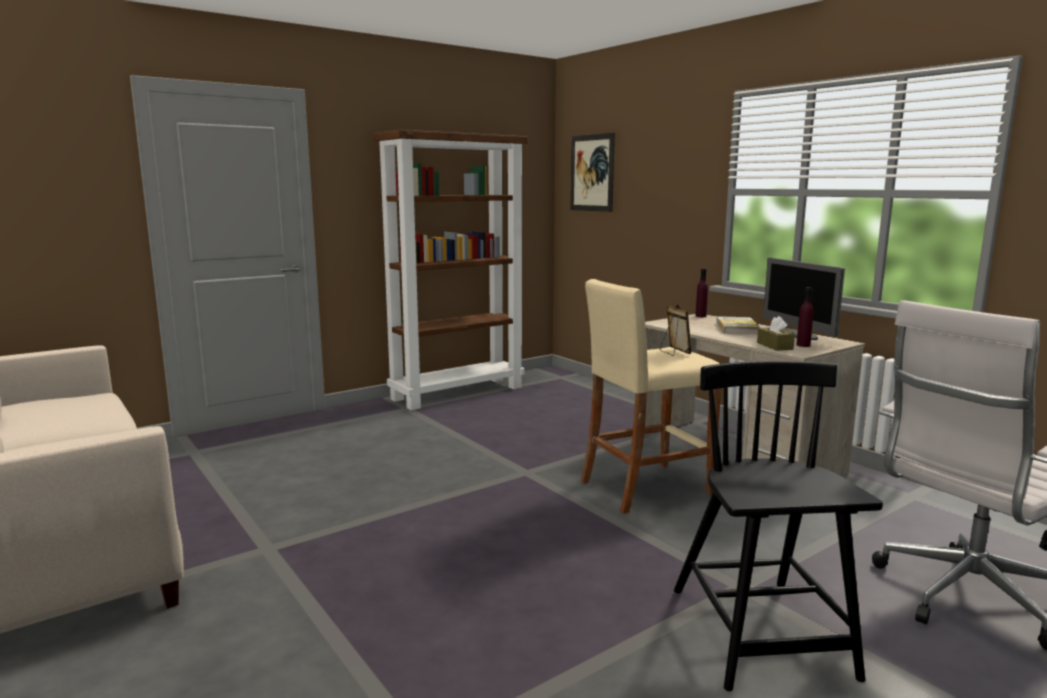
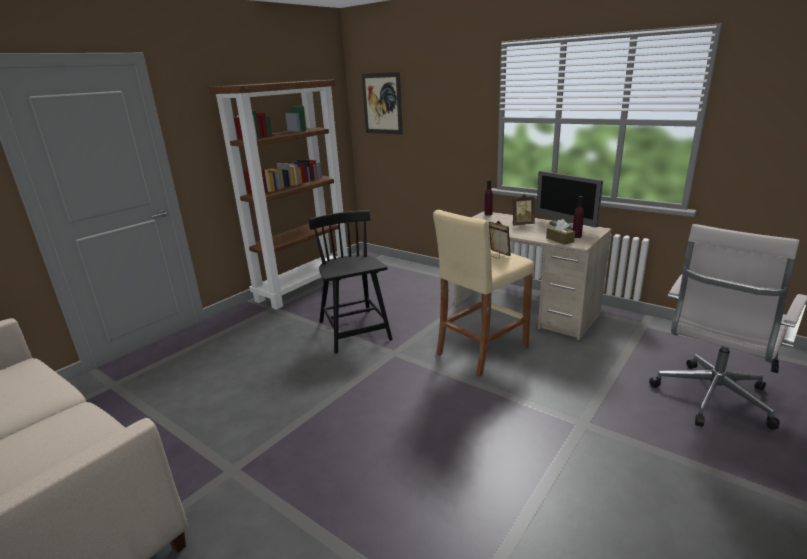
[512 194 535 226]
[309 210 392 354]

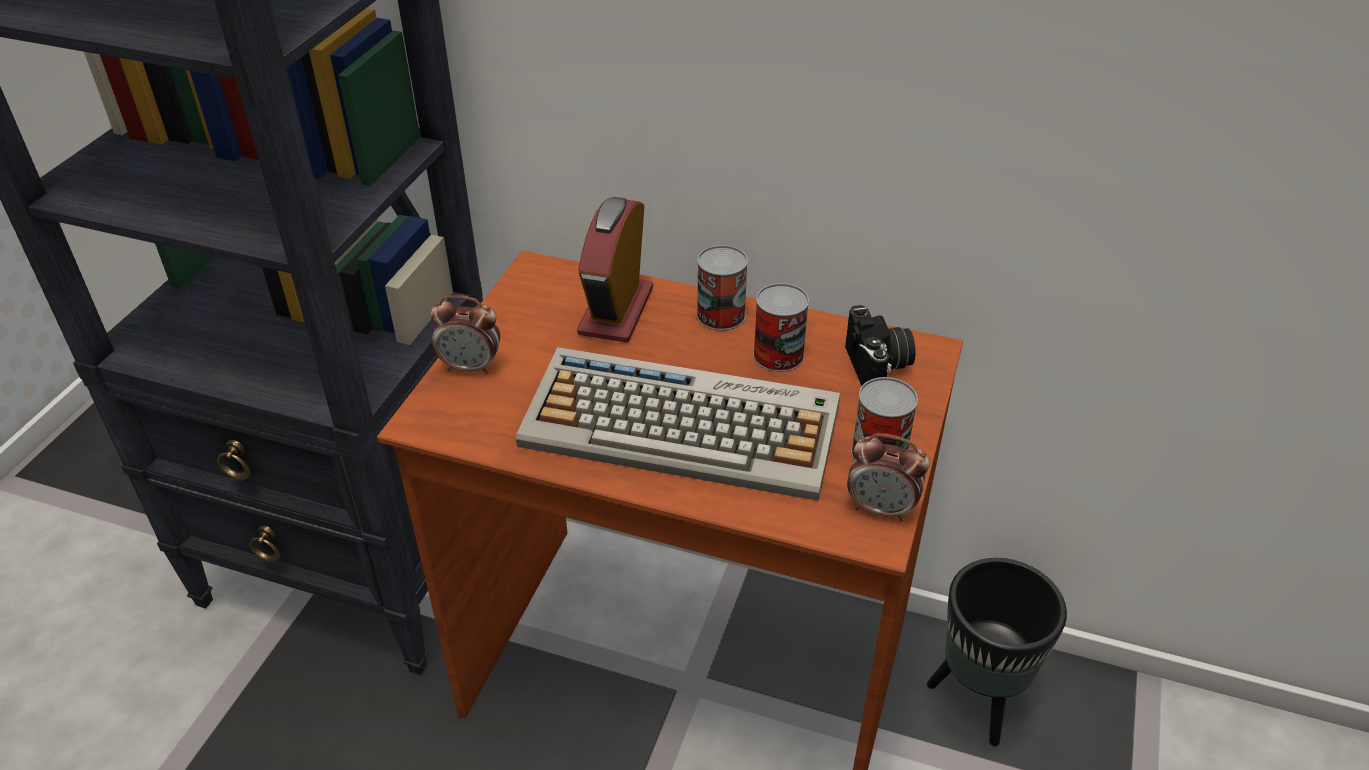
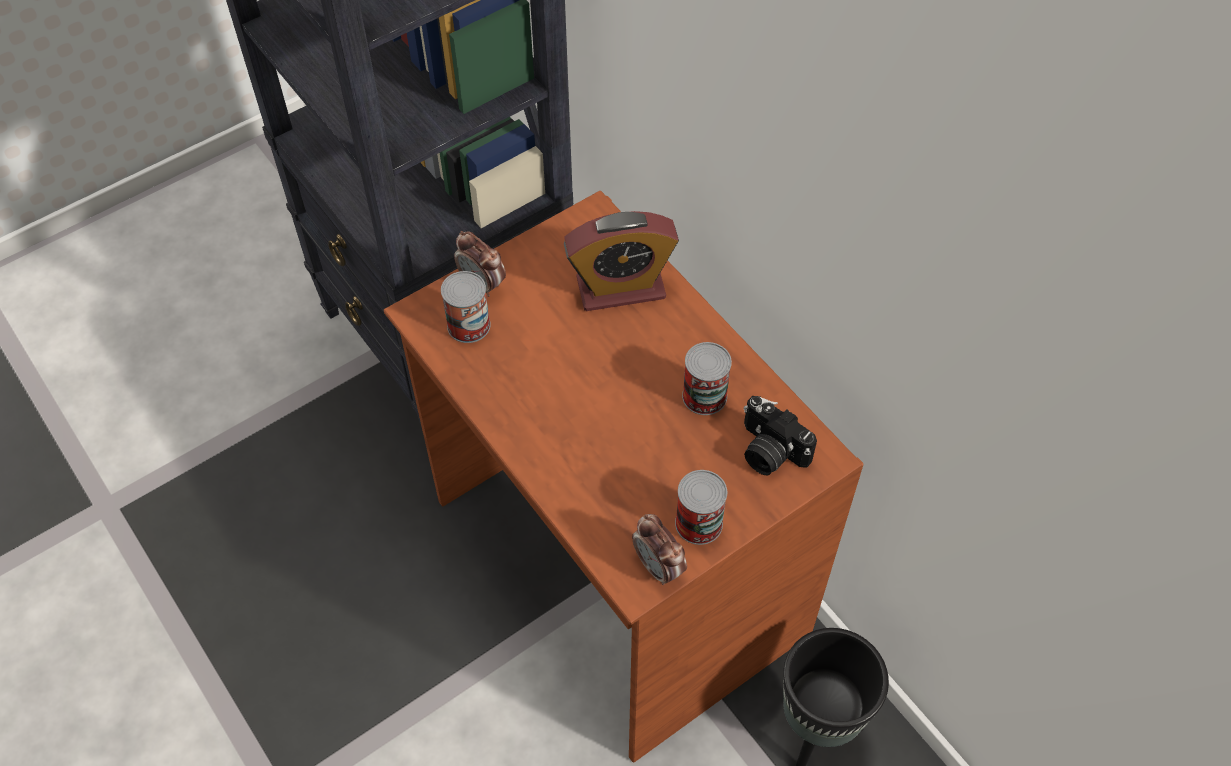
[564 211 679 311]
[441 271 491 343]
[744 396 817 475]
[516 347 840 501] (first image)

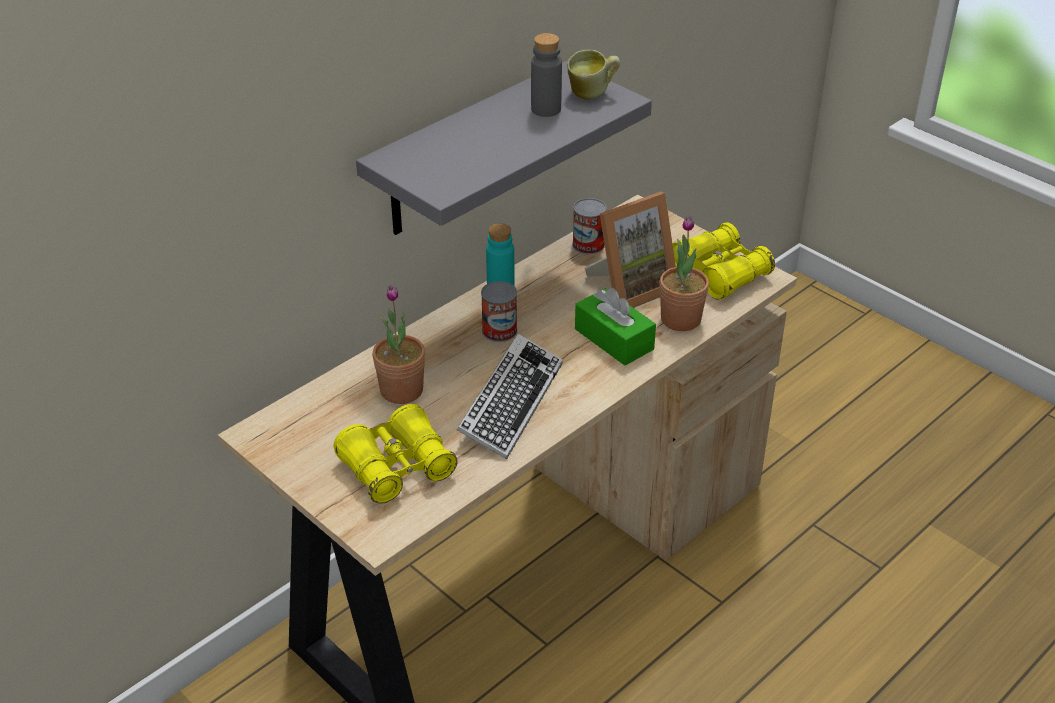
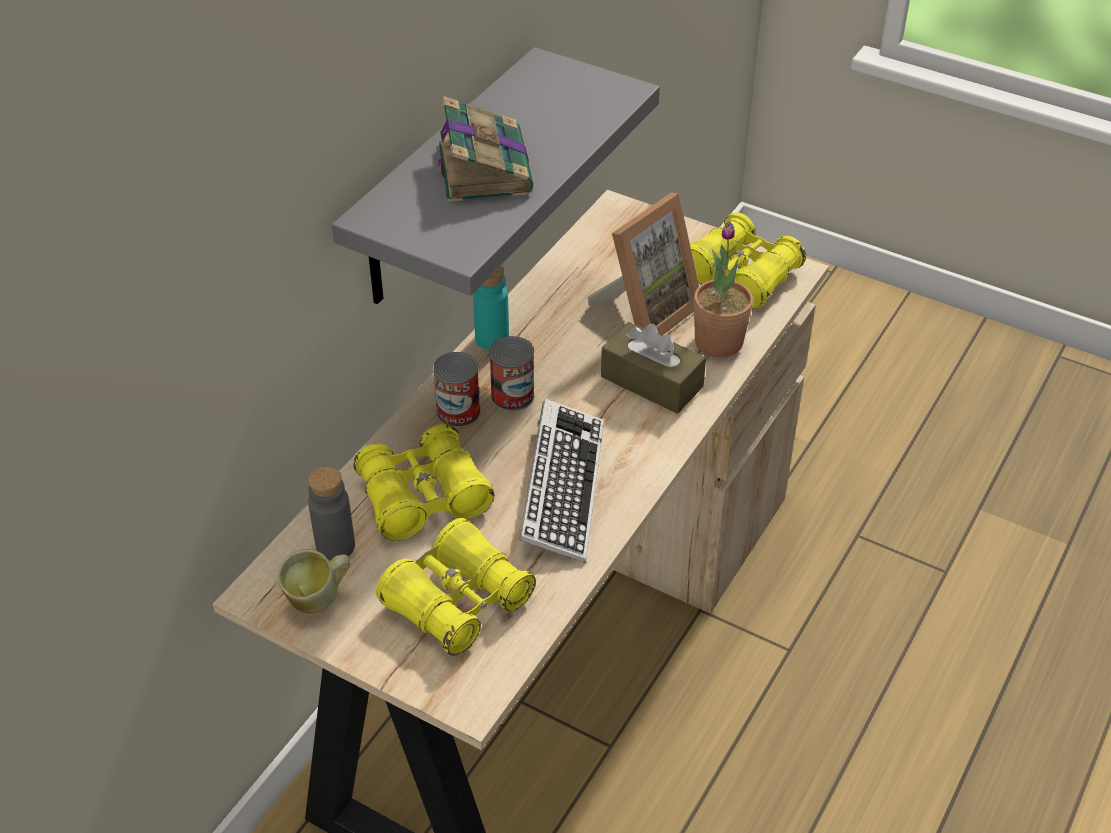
[308 466 355 560]
[278 549 350 614]
[433 352 480 428]
[353 424 494 541]
[601 322 706 414]
[437 96 533 202]

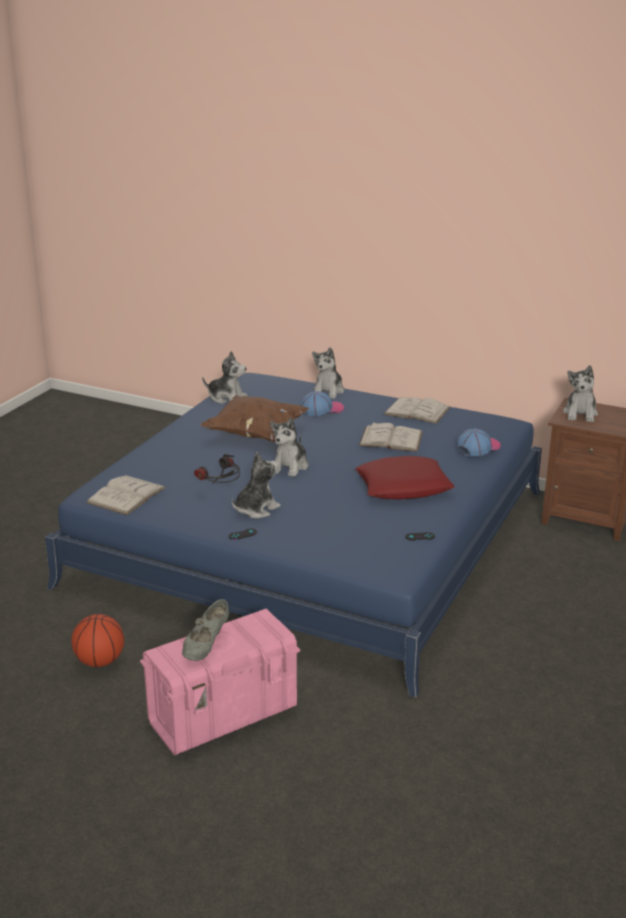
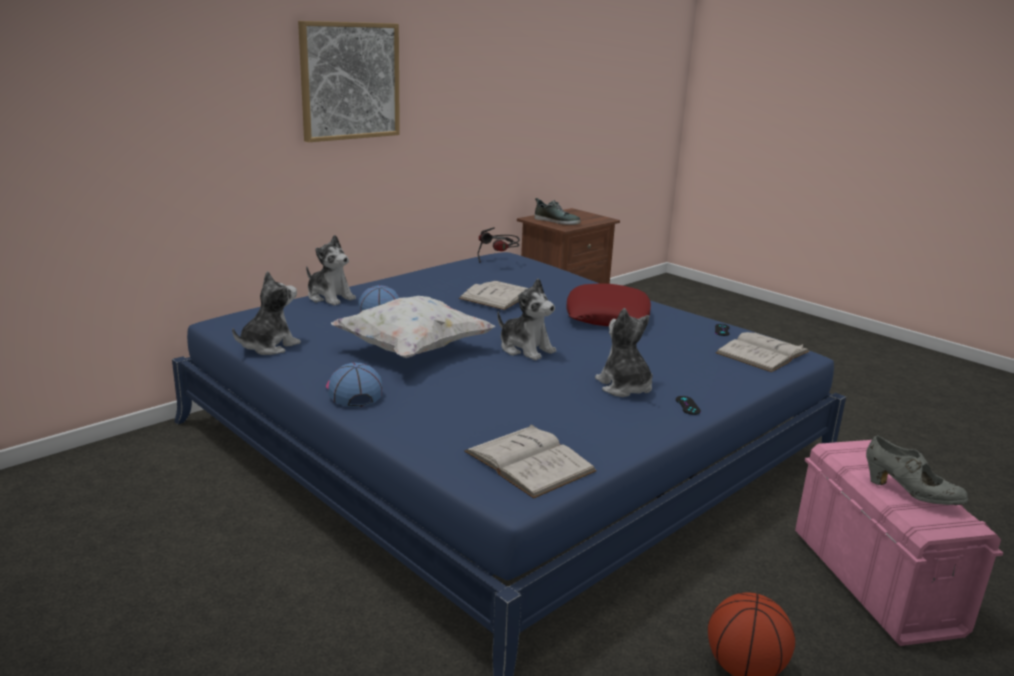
[534 198 581 225]
[331 296 495 358]
[716 332 810 372]
[326 362 382 407]
[478 227 520 263]
[298 21 400 142]

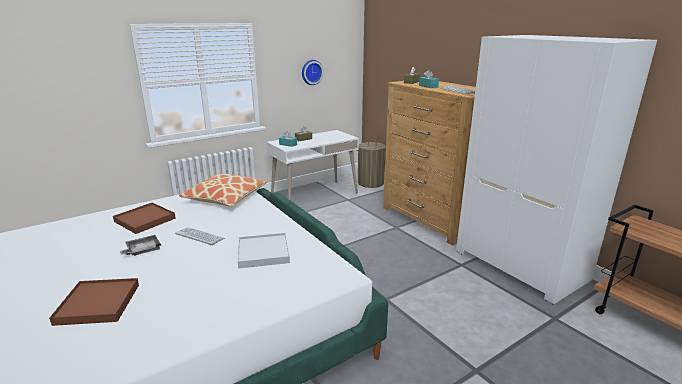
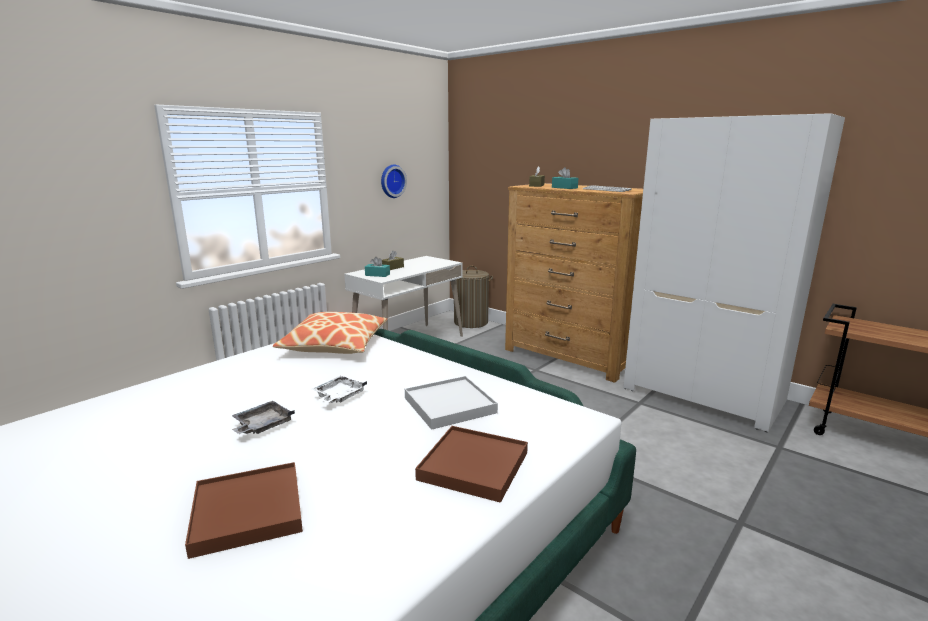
[415 426 528 503]
[312 376 367 403]

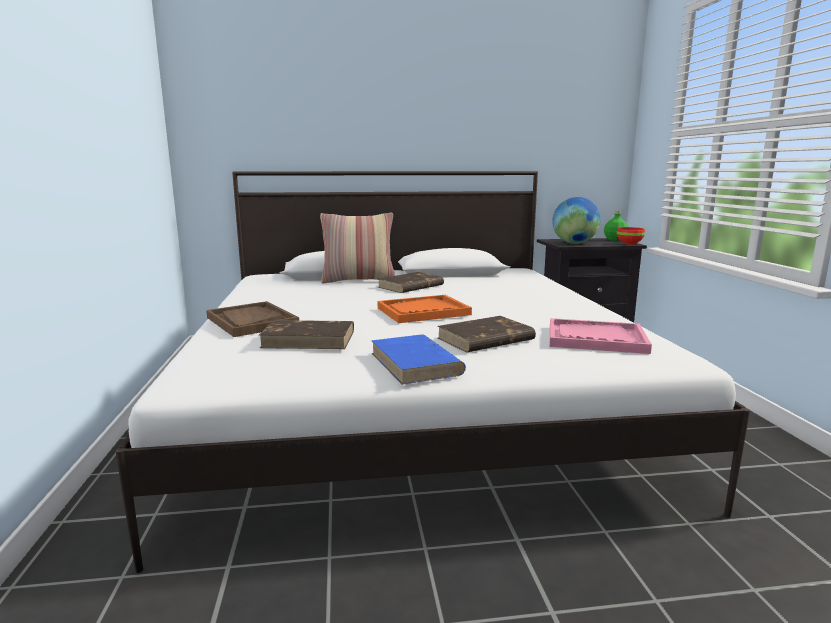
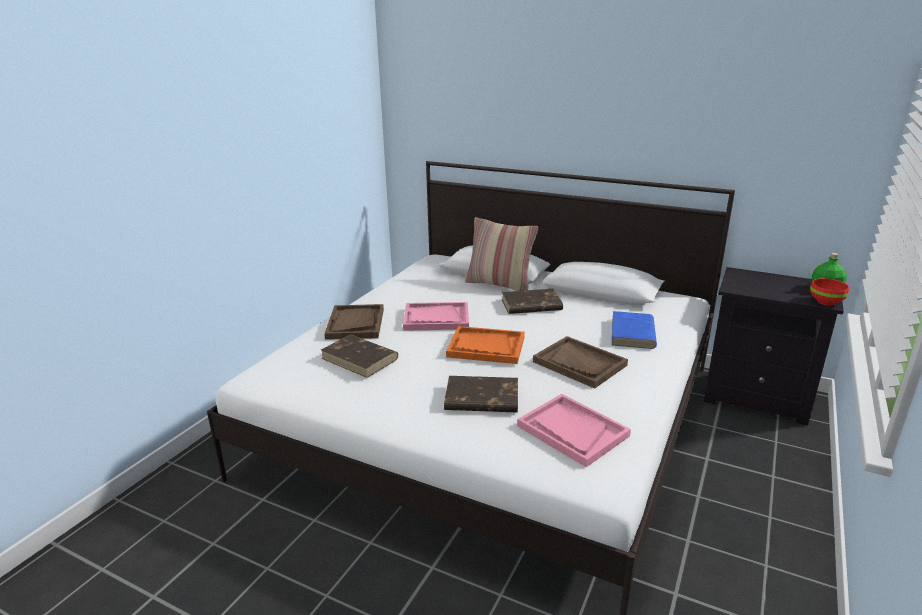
[552 197 601 244] (first image)
[612 311 657 349]
[403 302 469 331]
[533 336 628 389]

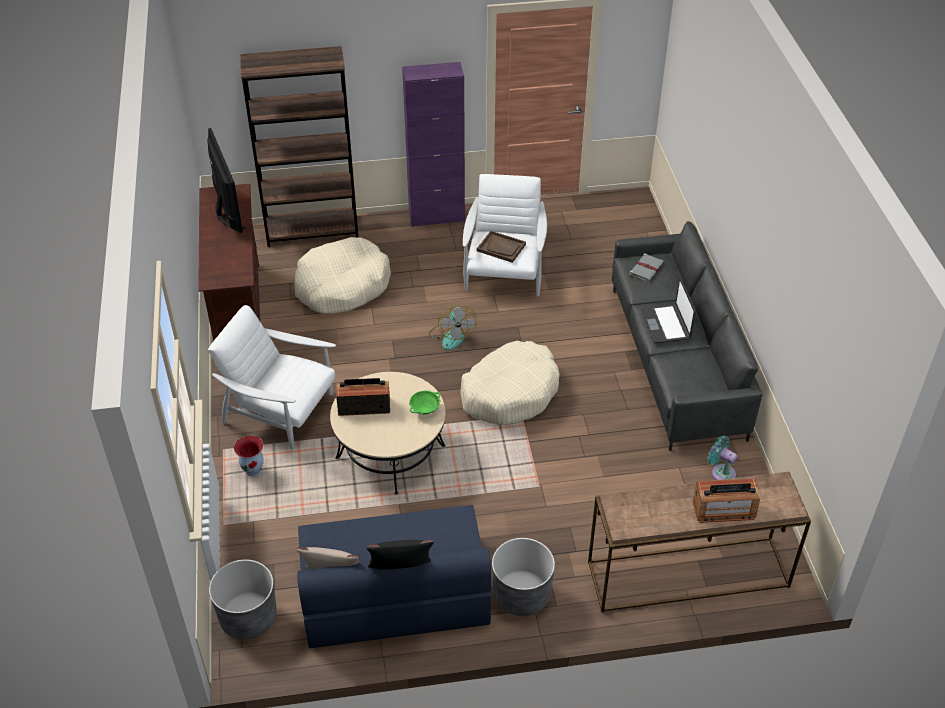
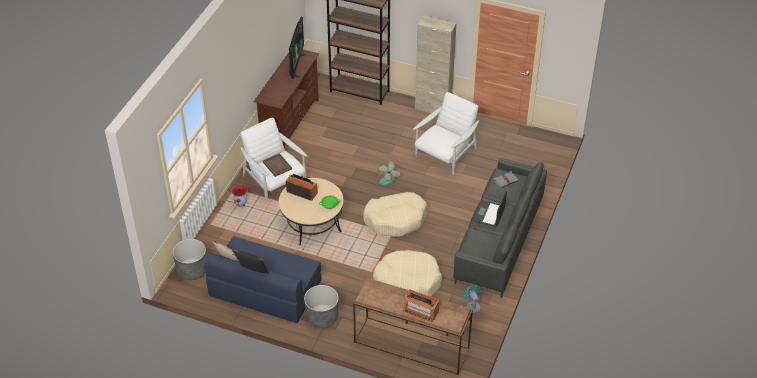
[415 15 456 113]
[263 153 292 177]
[373 250 442 296]

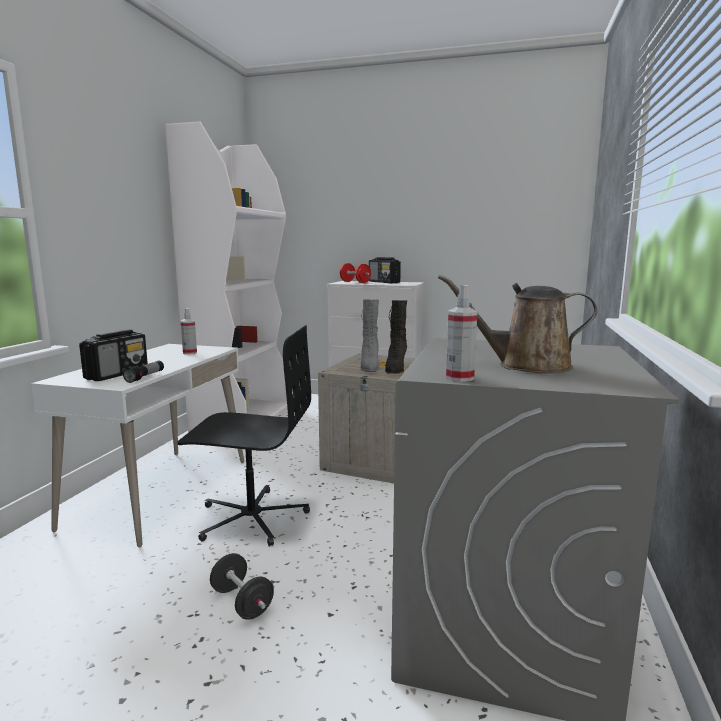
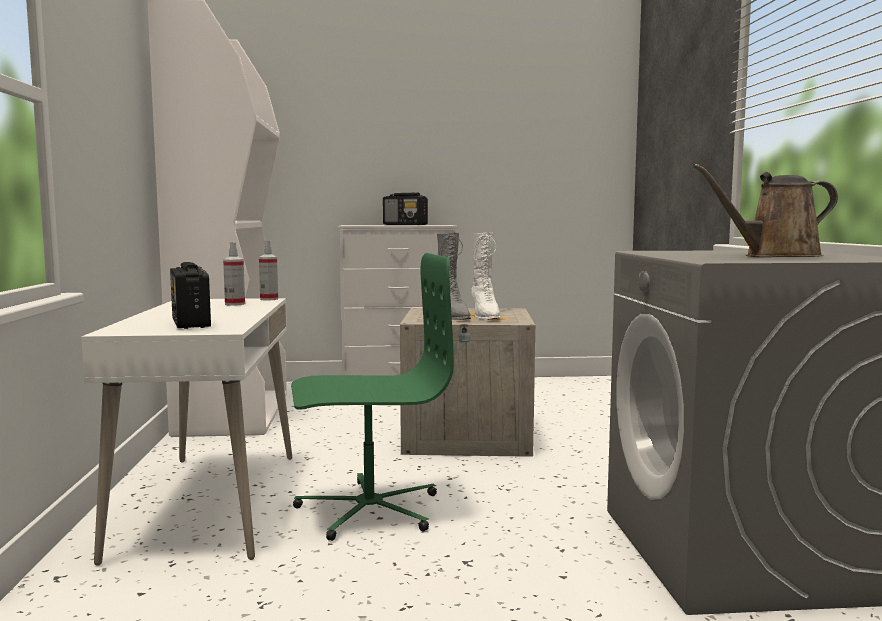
[340 263 371 283] (first image)
[259 241 278 301]
[472 232 500 320]
[291 253 454 541]
[170 262 211 329]
[123 361 164 383] (first image)
[210 553 274 620] (first image)

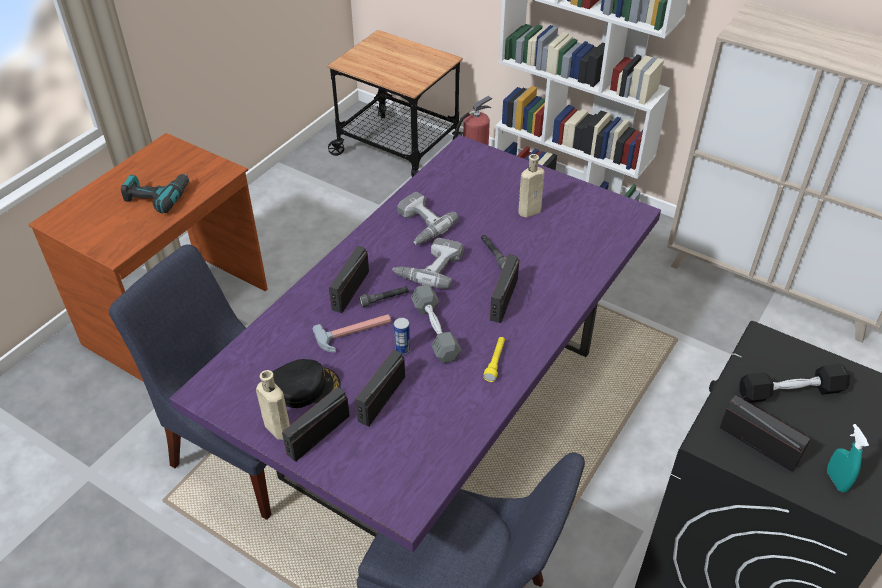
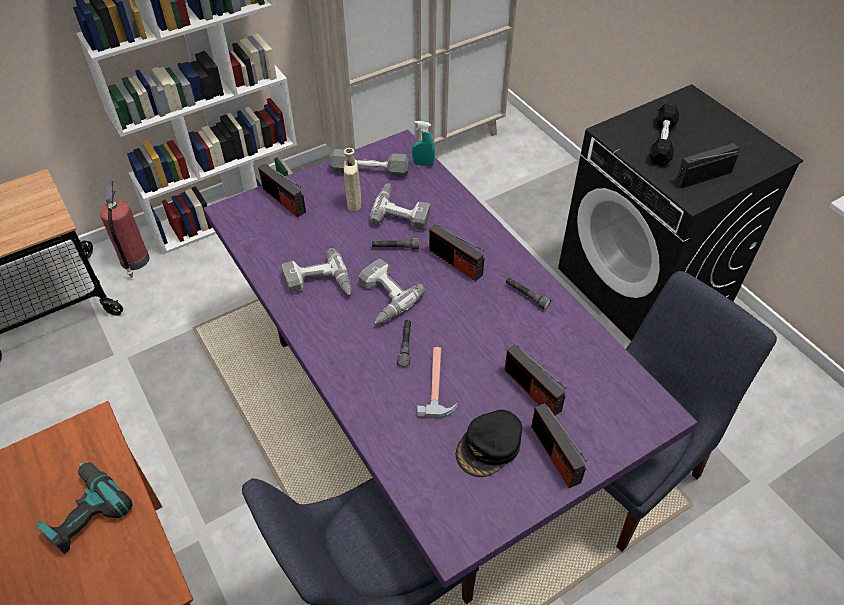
[258 164 306 217]
[330 149 409 177]
[394 318 410 355] (first image)
[506 278 551 310]
[456 410 522 477]
[256 370 290 440] (first image)
[412 121 435 167]
[370 183 431 230]

